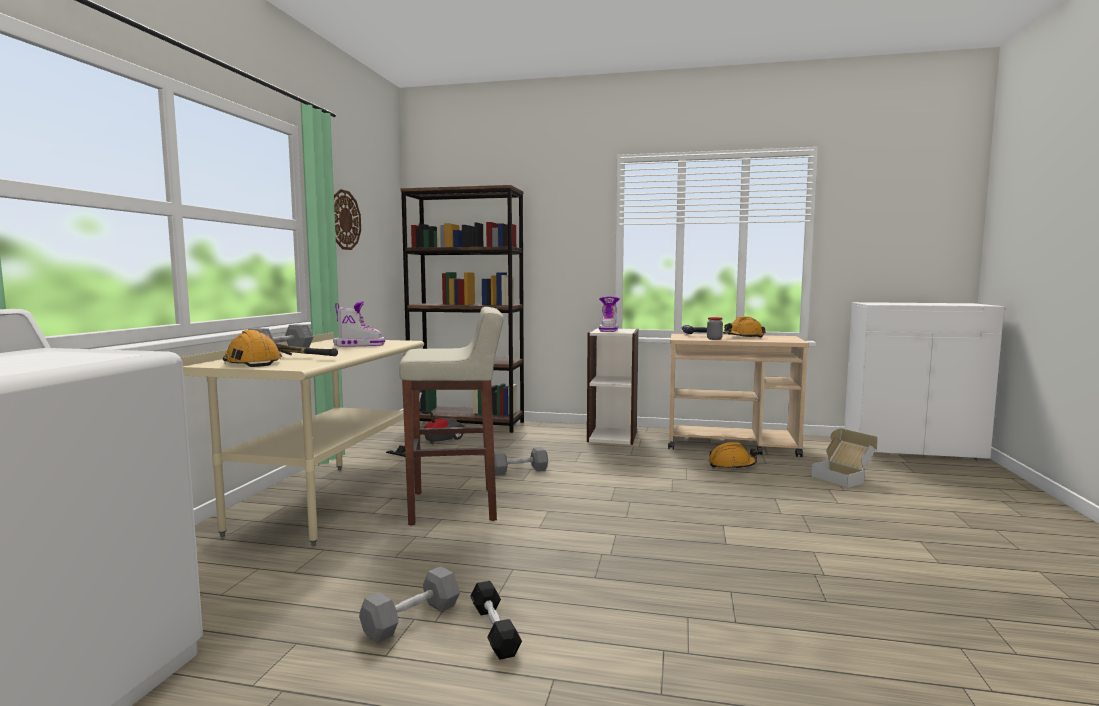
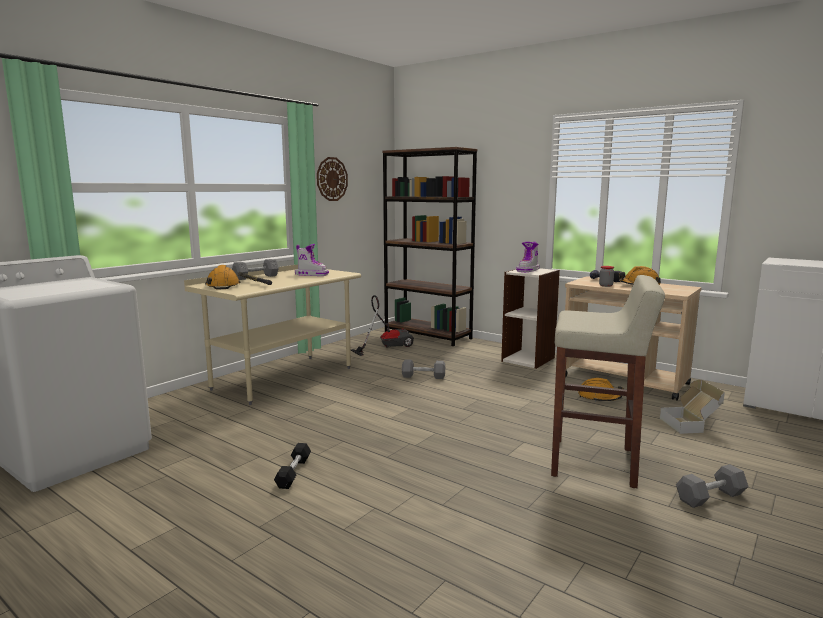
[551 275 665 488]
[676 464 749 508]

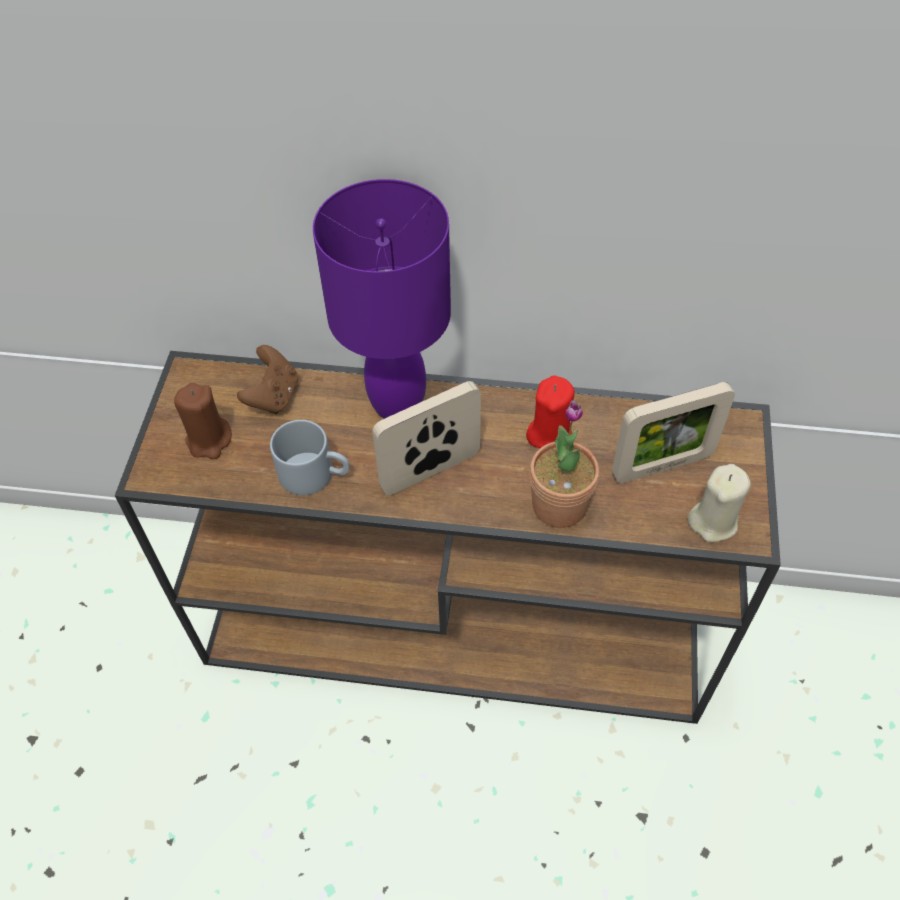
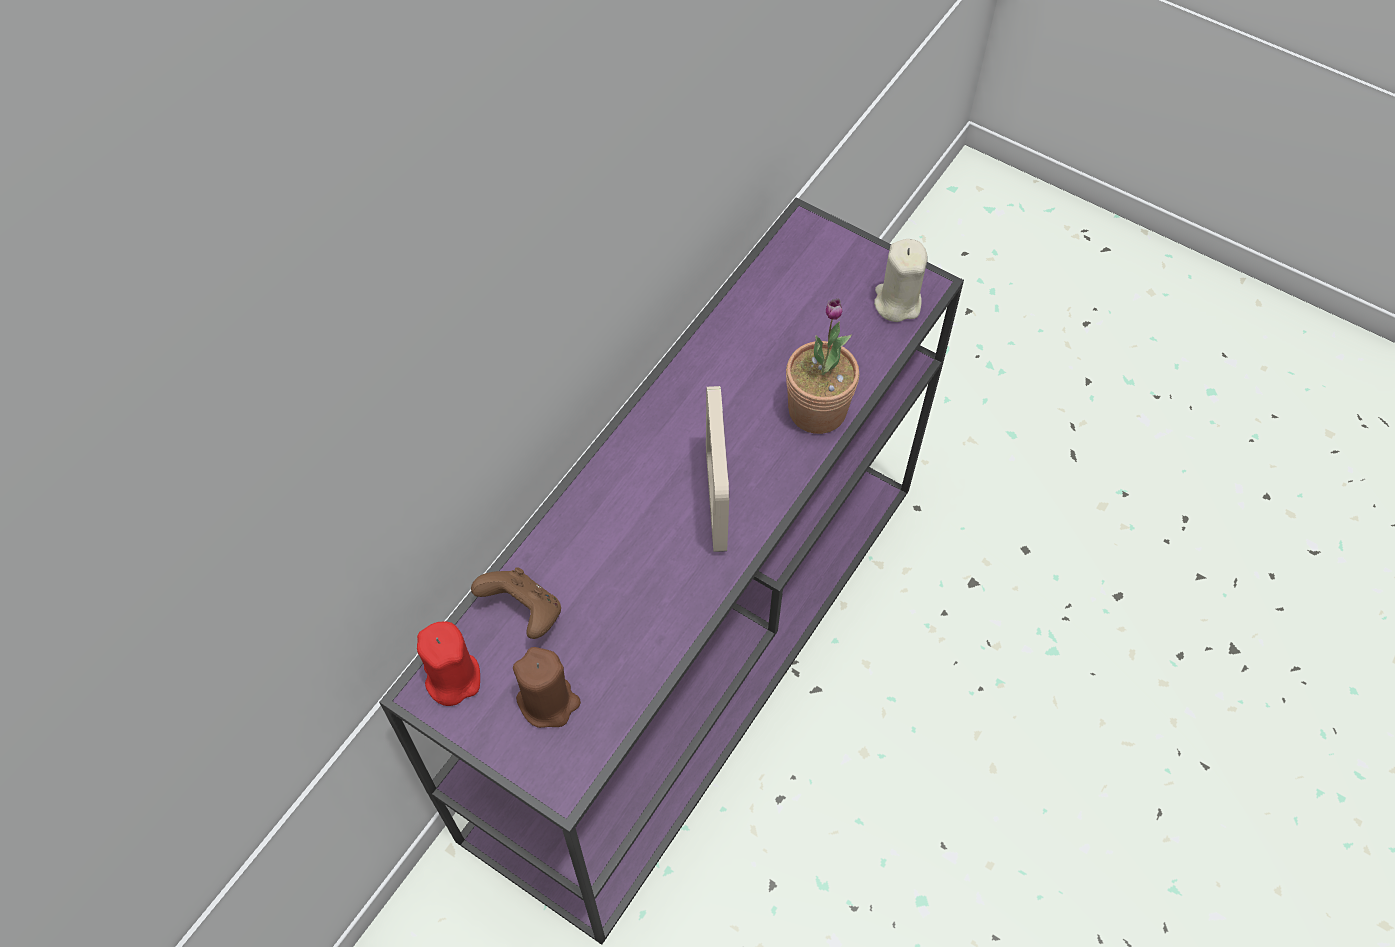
[313 179 451 419] (first image)
[379 198 964 945]
[417 622 480 706]
[612 382 735 483] (first image)
[270 420 350 495] (first image)

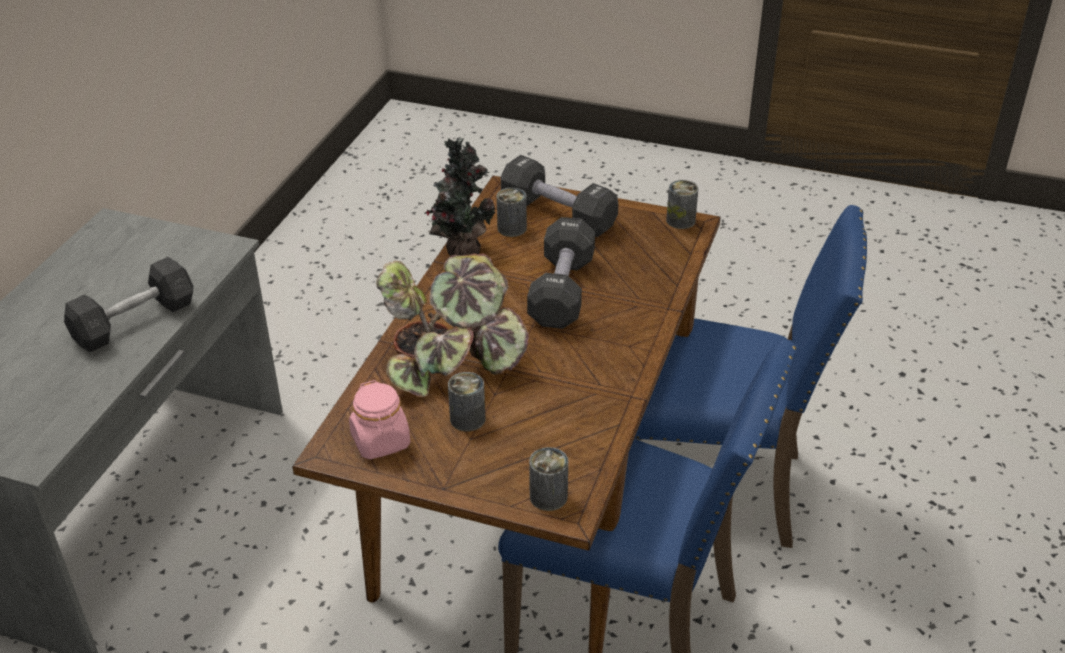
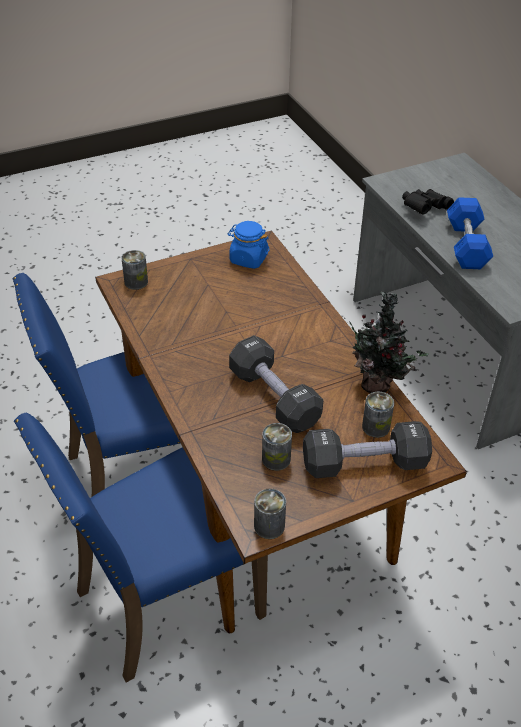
[376 253 529 397] (first image)
[447 197 493 269]
[262 423 292 471]
[228 221 269 269]
[402 189 454 215]

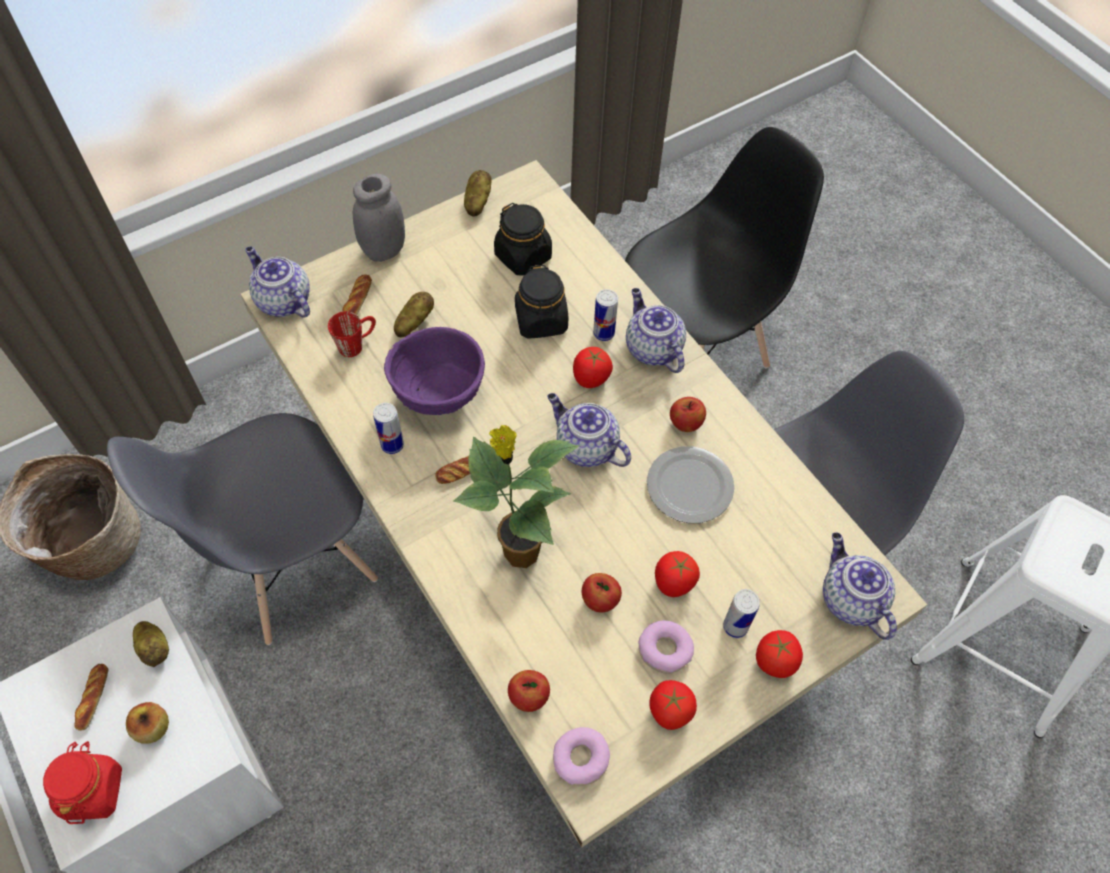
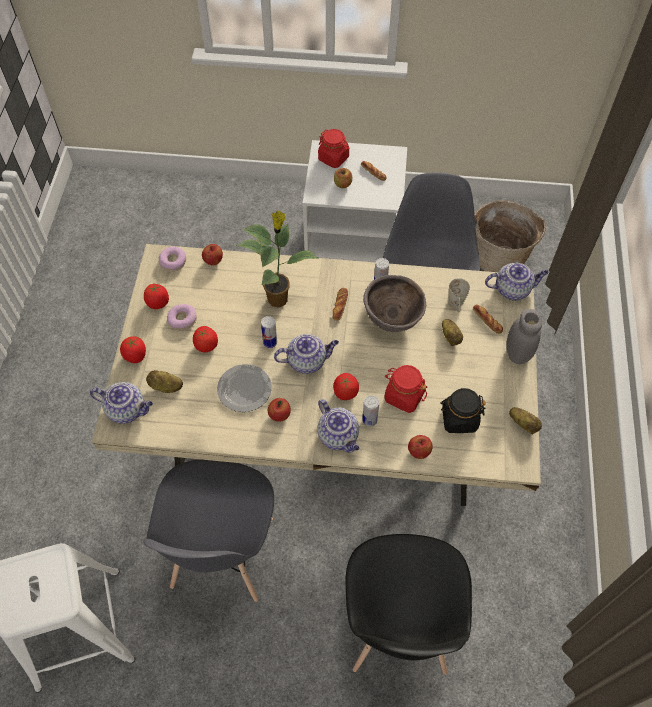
[384 365 427 413]
[317 399 359 453]
[449 278 470 313]
[363 275 426 332]
[408 435 433 459]
[261 316 277 348]
[146 370 183 393]

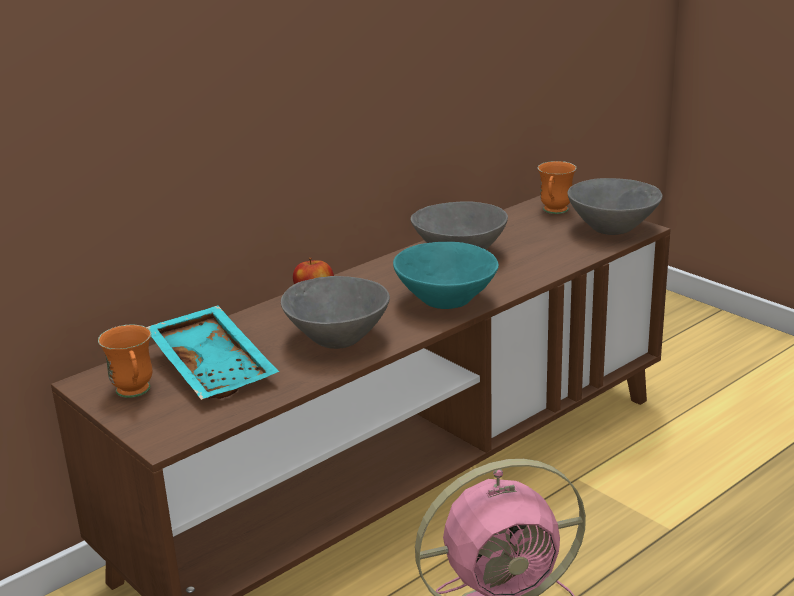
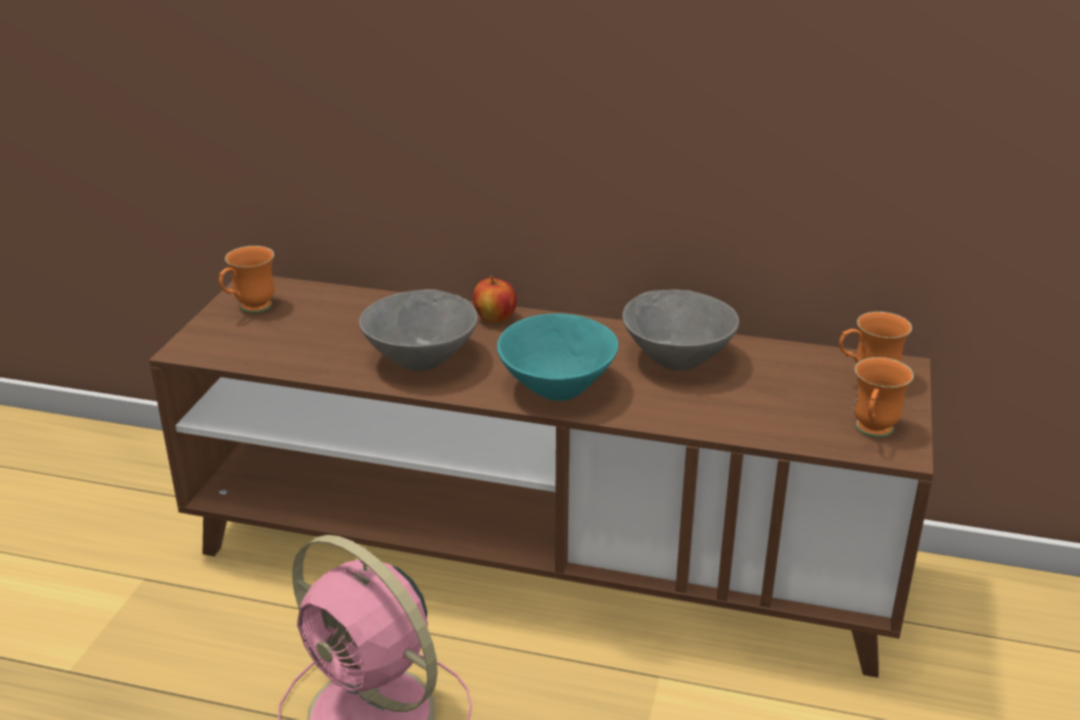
[853 357 914 437]
[147 305 279 400] (first image)

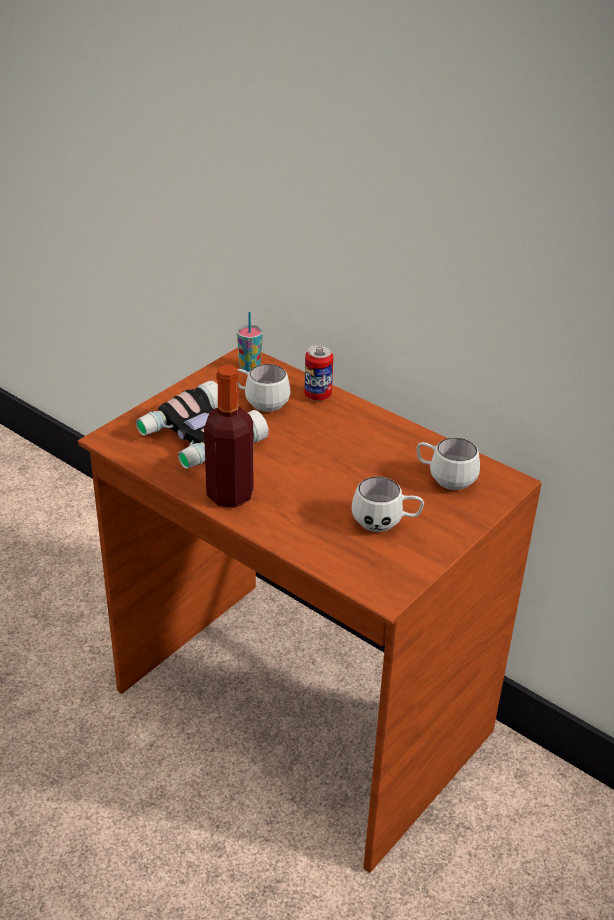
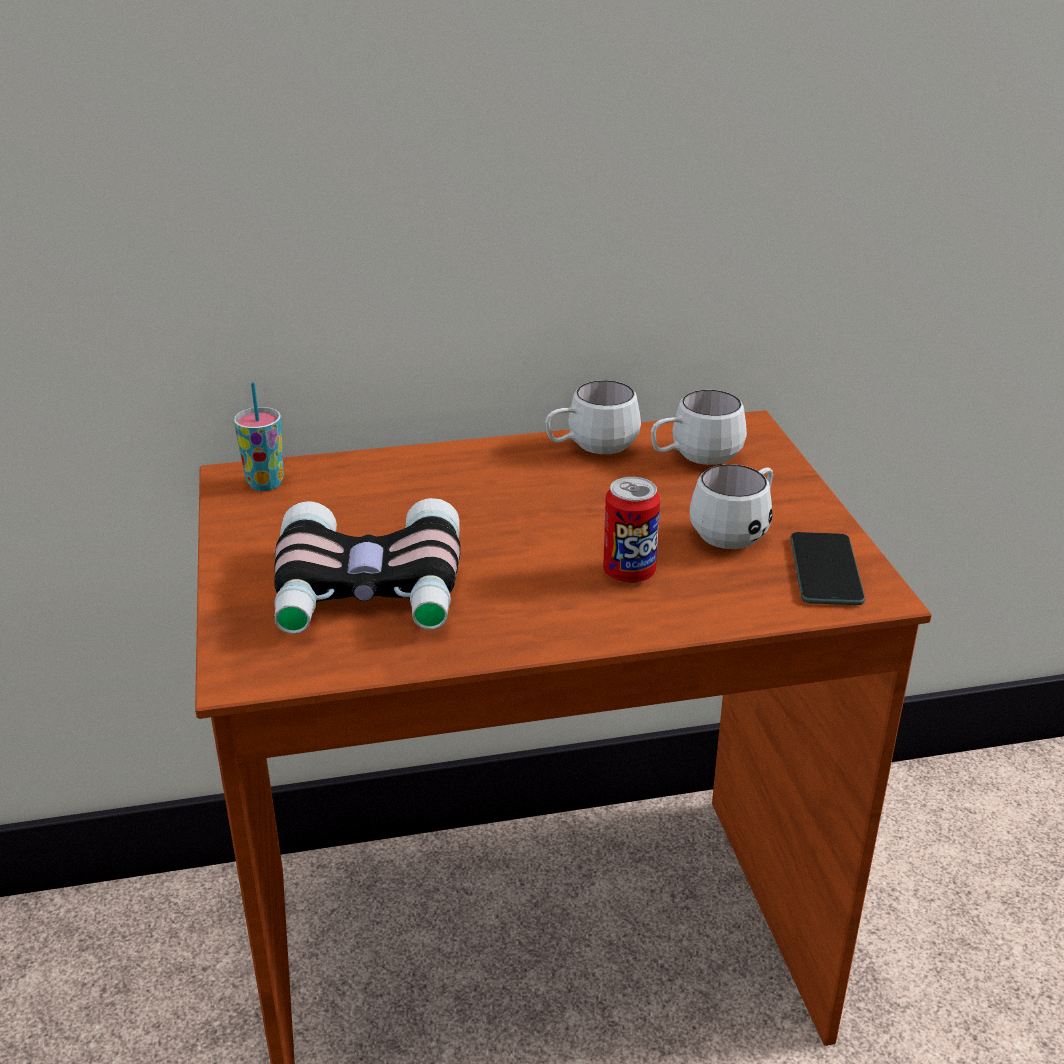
[603 477 660 583]
[545 380 641 454]
[204 365 254 508] (first image)
[790 532 865 605]

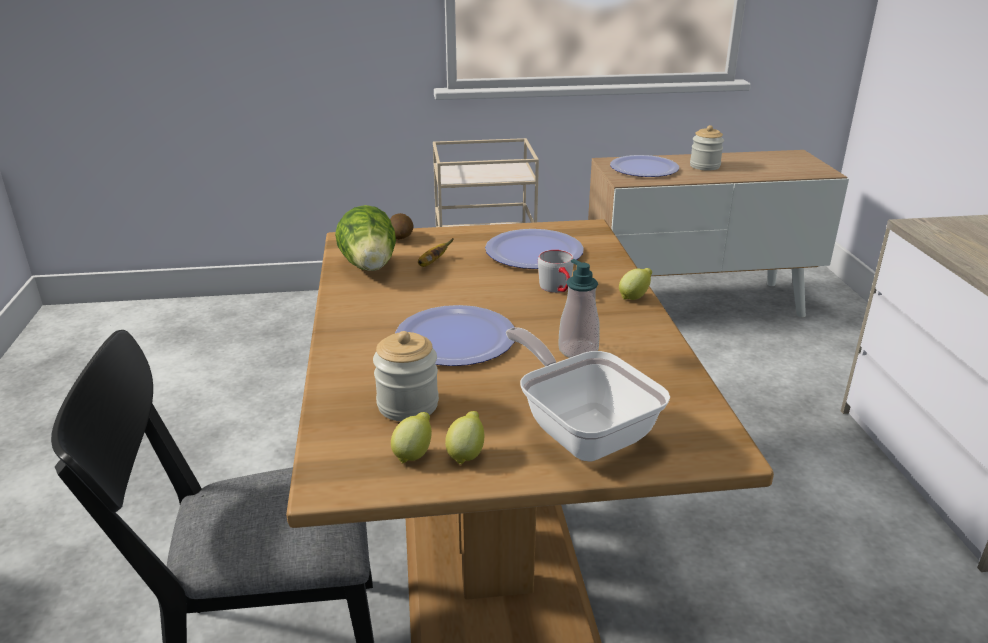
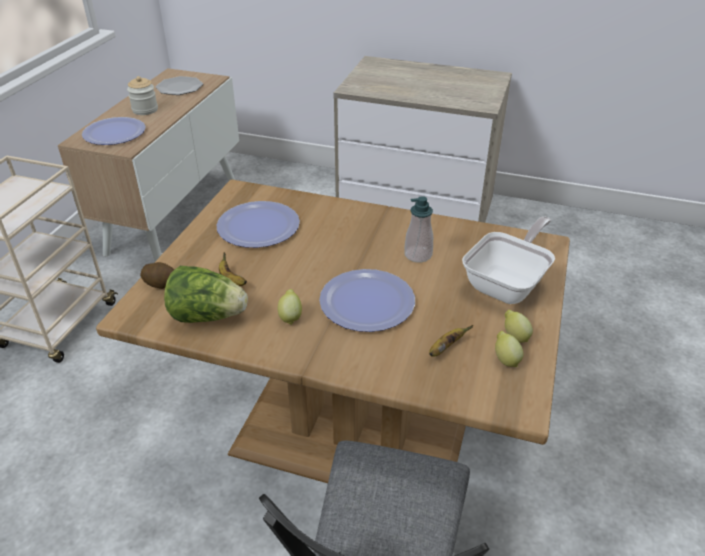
[538 250 574 293] (first image)
[277 289 302 325]
[462 216 555 304]
[429 325 473 357]
[156 76 203 95]

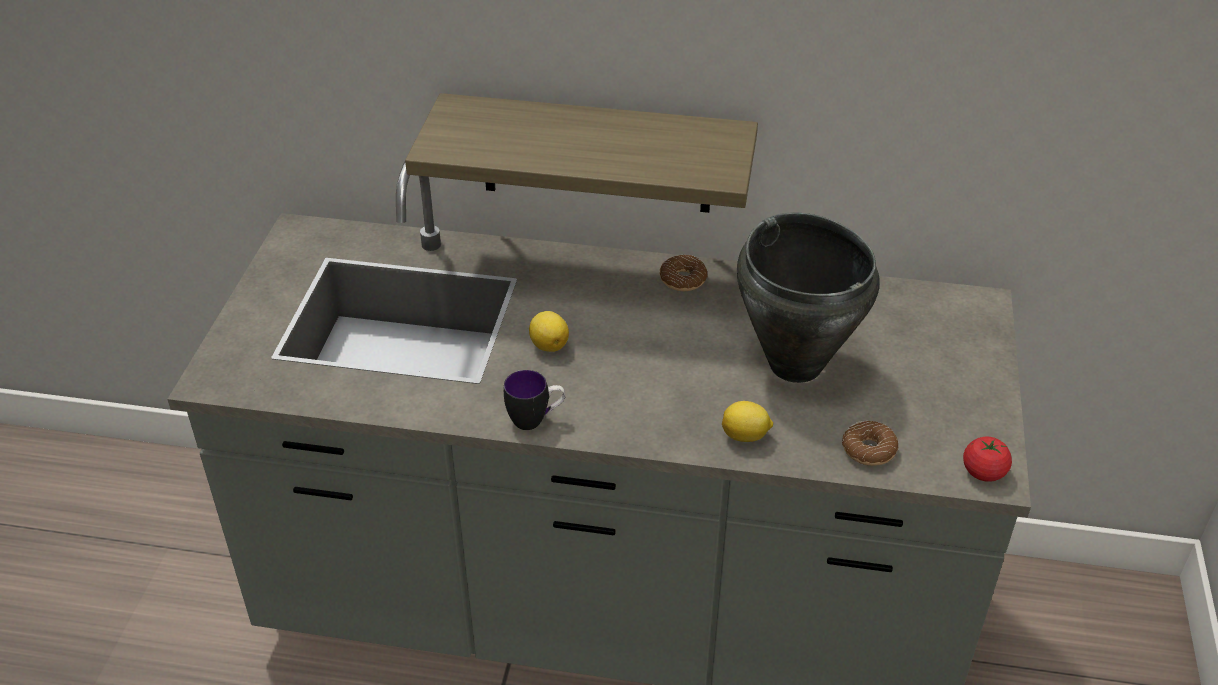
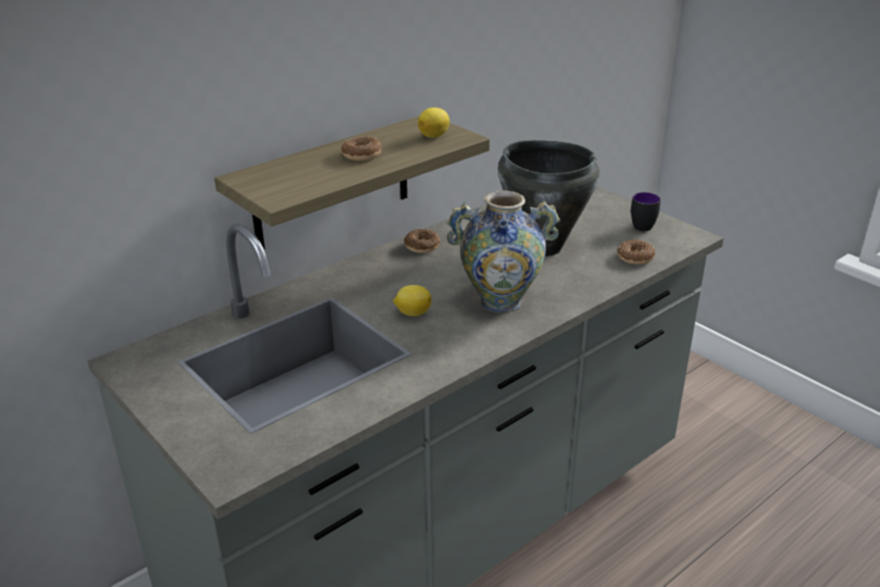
[631 192 661 231]
[418 107 450 138]
[963 437 1012 482] (first image)
[341 136 382 161]
[447 191 560 313]

